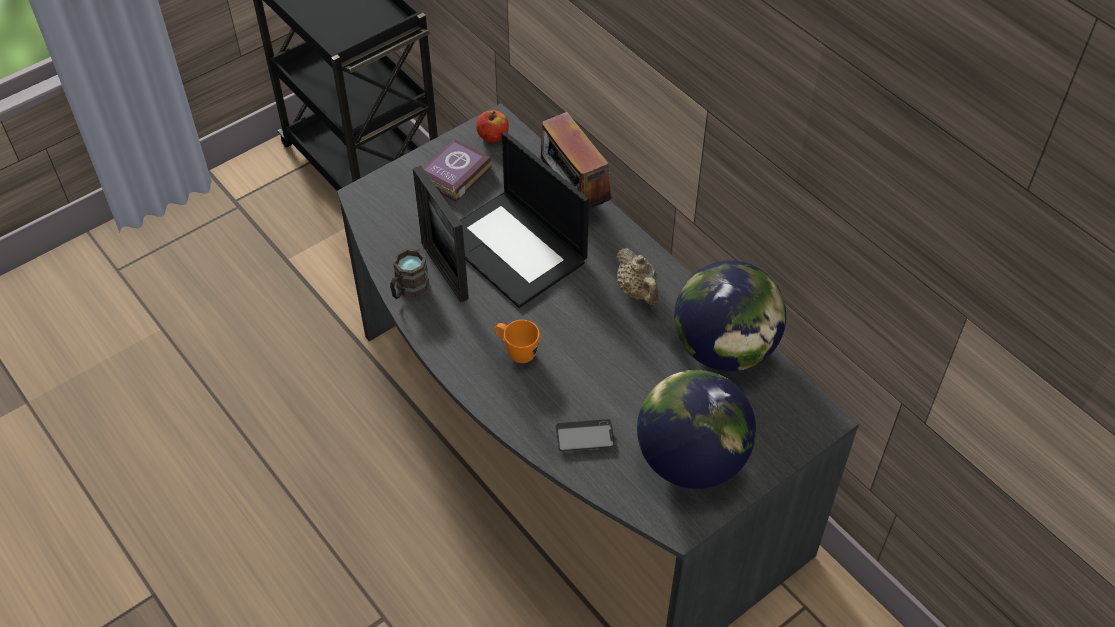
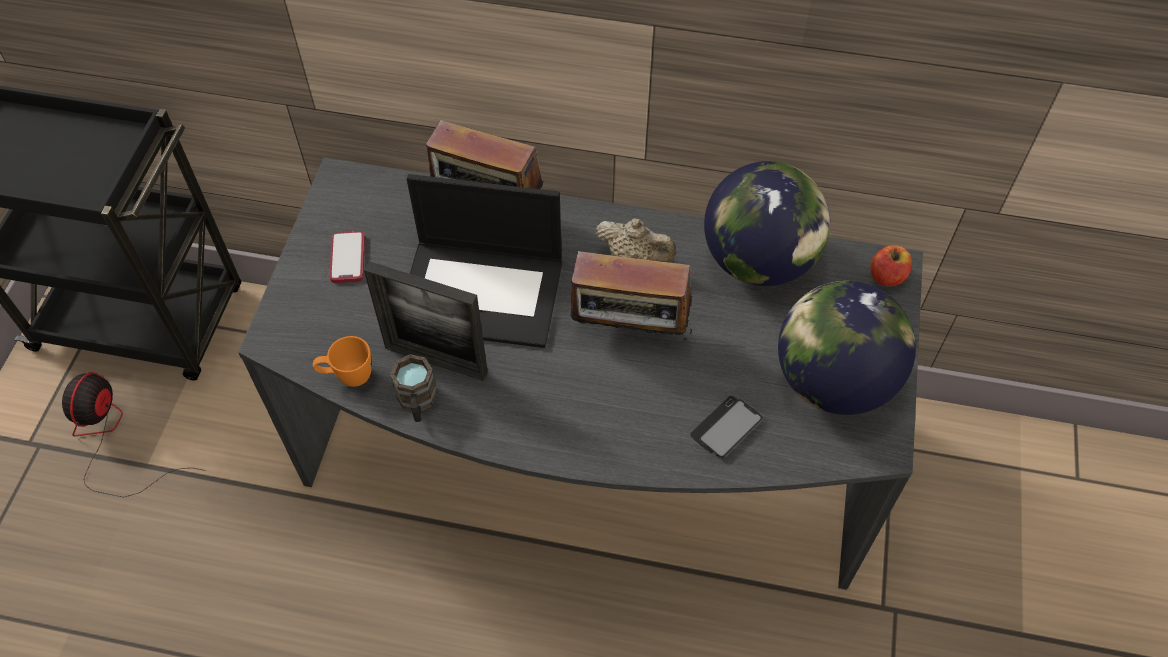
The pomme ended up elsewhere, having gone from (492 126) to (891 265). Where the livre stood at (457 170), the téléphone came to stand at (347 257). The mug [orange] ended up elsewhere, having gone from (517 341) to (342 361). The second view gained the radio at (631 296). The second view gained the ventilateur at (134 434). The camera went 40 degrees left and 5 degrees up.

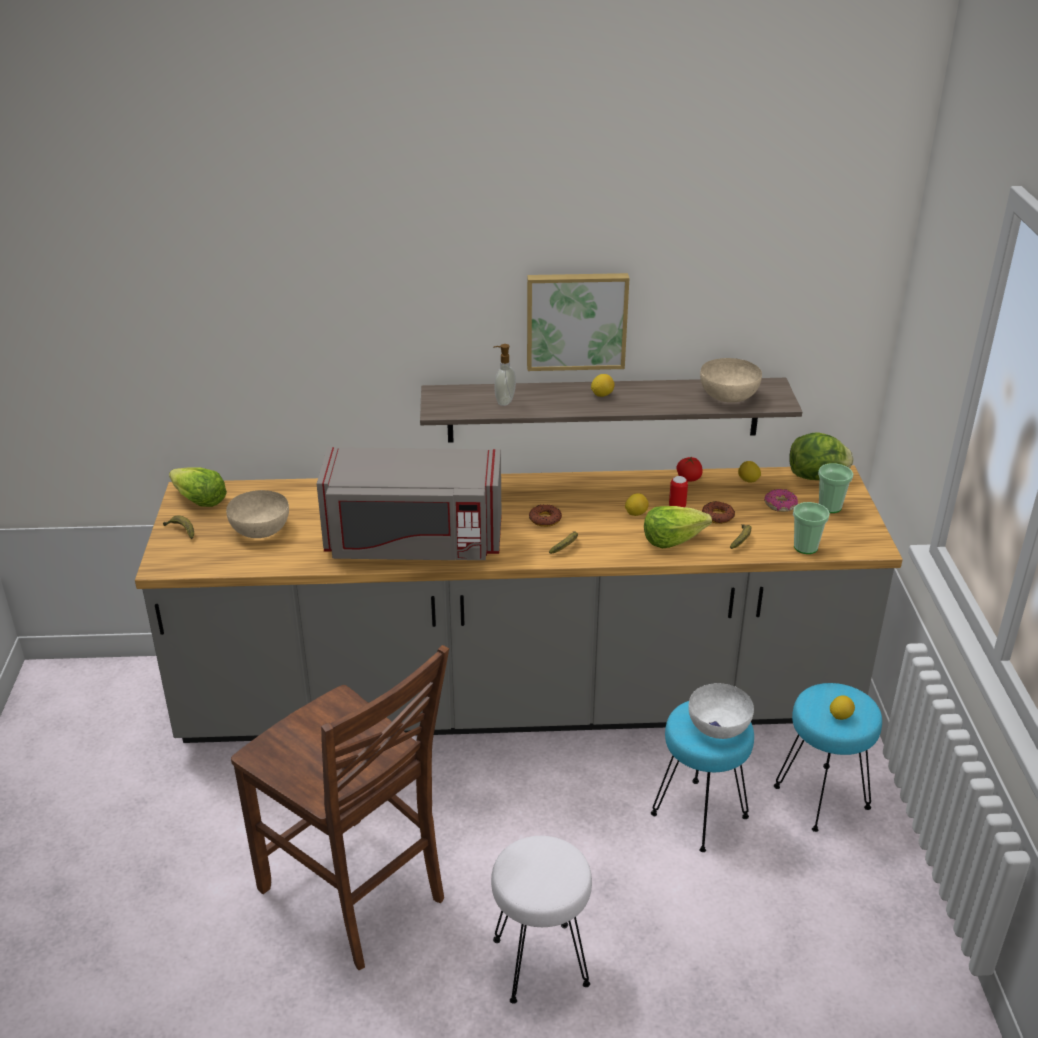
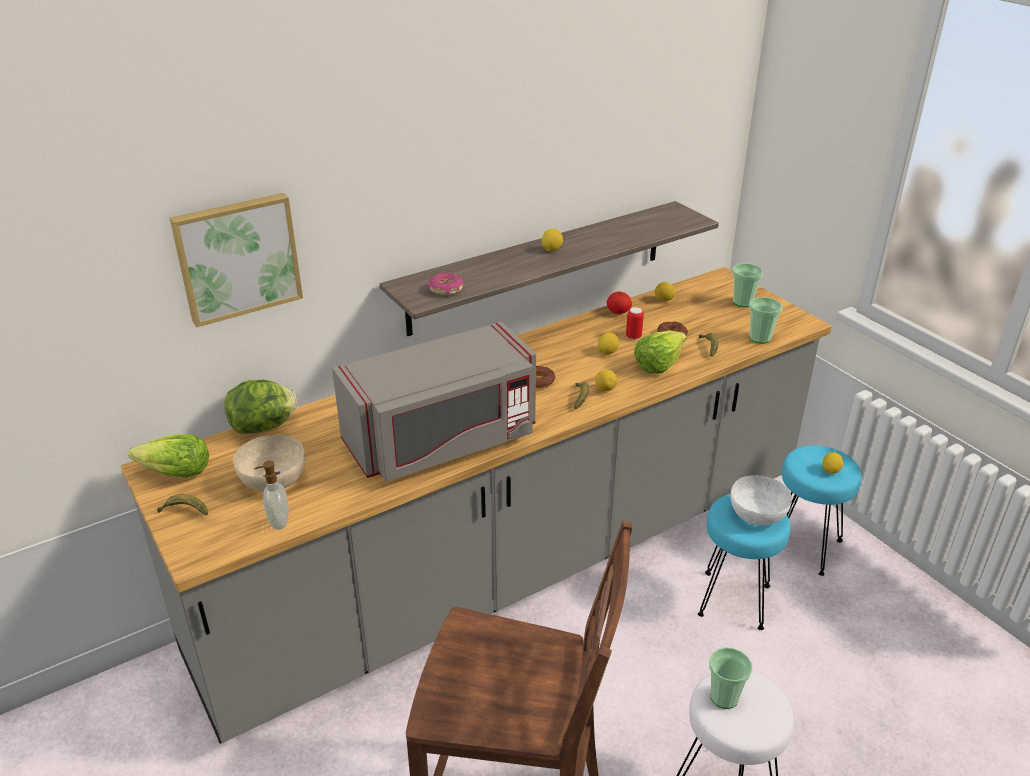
The tableau ended up elsewhere, having gone from (578 322) to (236 260). The distributeur de savon ended up elsewhere, having gone from (504 375) to (271 495). The second view lost the bol [beige] at (731 380). The laitue ended up elsewhere, having gone from (821 456) to (260 407). The beignet ended up elsewhere, having gone from (781 500) to (446 283). The second view gained the citron at (606 380). The second view gained the tasse at (730 678). The camera went 30 degrees left and 0 degrees up.

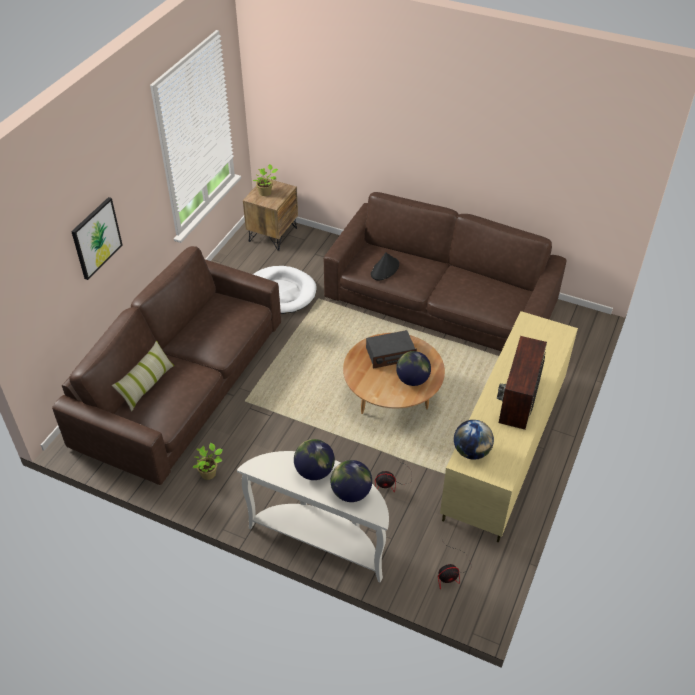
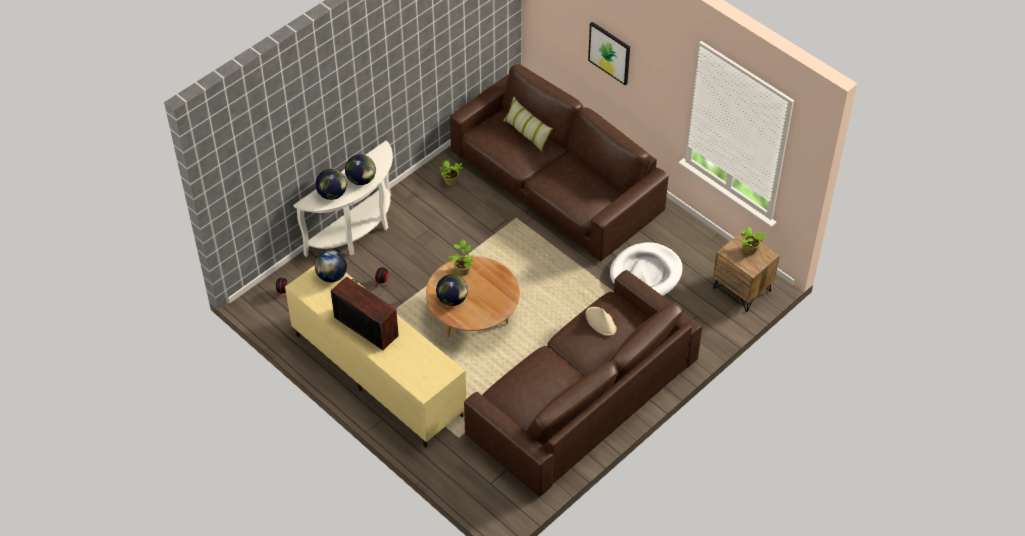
What was the chapeau [noir] at (385 266) turned into the chapeau [beige] at (601 321). The second view lost the radio at (391 349). The second view gained the plante en pot at (461 257). The camera went 110 degrees right and 5 degrees up.

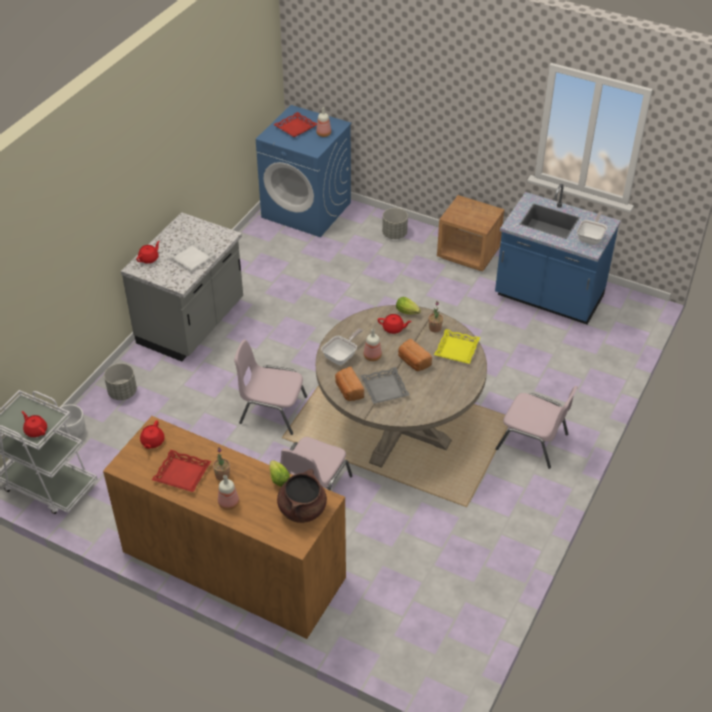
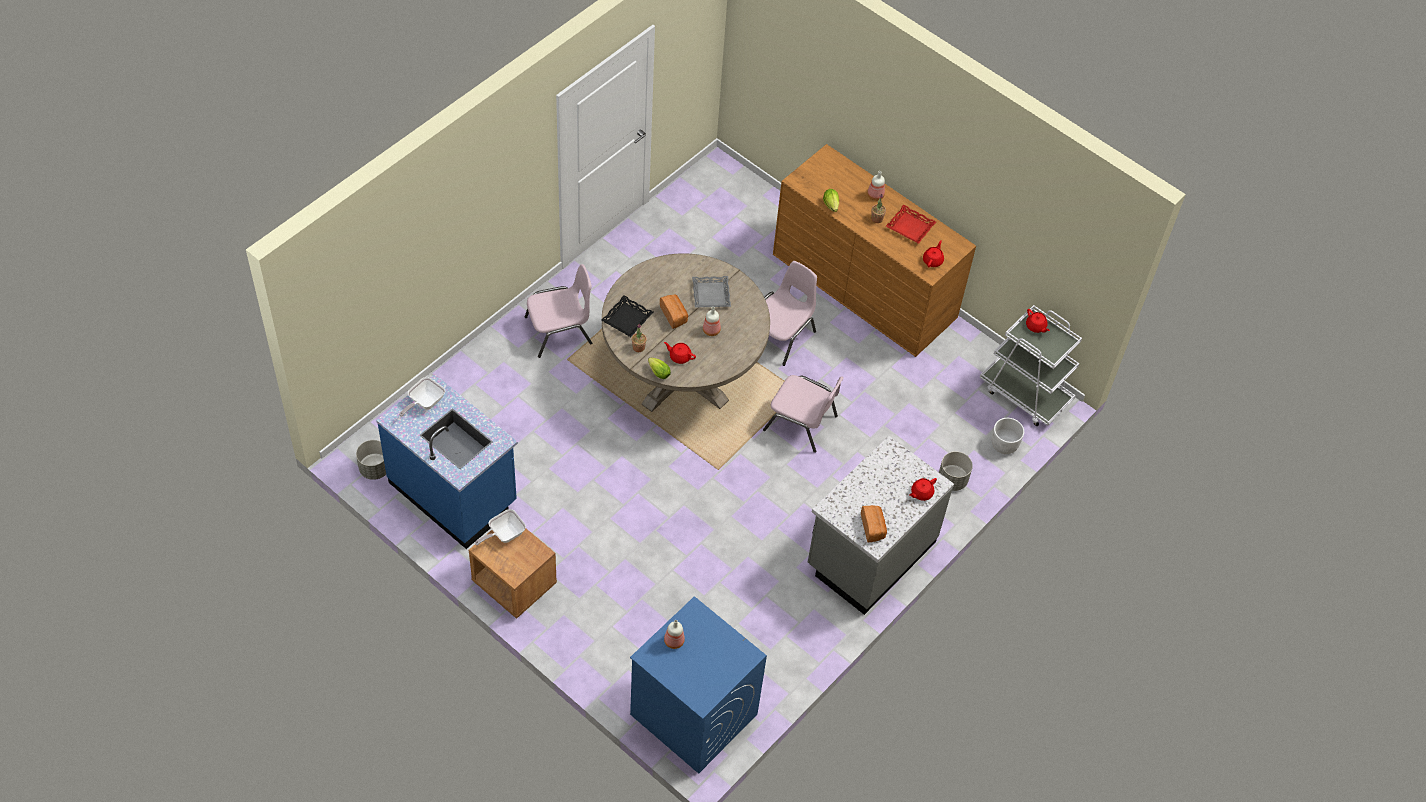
The second view lost the plateau [rouge] at (295 124). The cache-pot [gris] ended up elsewhere, having gone from (395 223) to (371 460). The second view lost the plateau [blanc] at (191 254). The poêle ended up elsewhere, having gone from (342 346) to (500 527). What was the plateau [jaune] at (457 346) turned into the plateau [noir] at (627 316). The pain ended up elsewhere, having gone from (349 384) to (874 523). The chaise [rose] at (536 427) ended up facing another way, 120 degrees clockwise from before. The second view lost the marmite [marron] at (302 496). The camera went 170 degrees left and 10 degrees up.

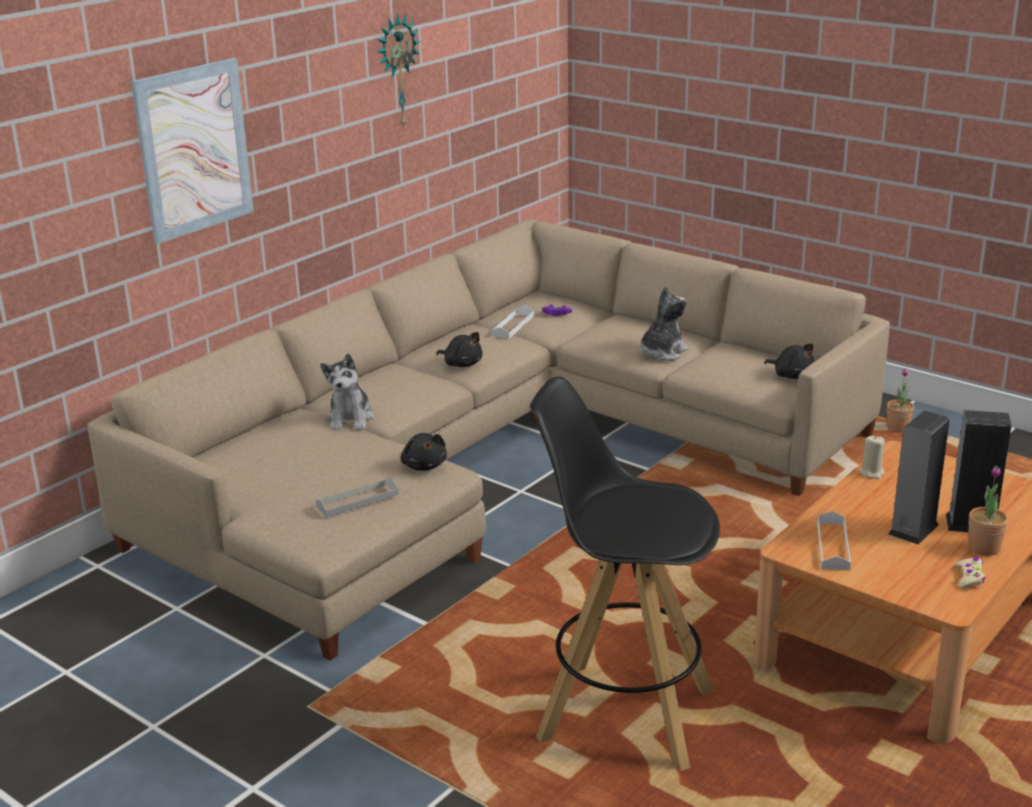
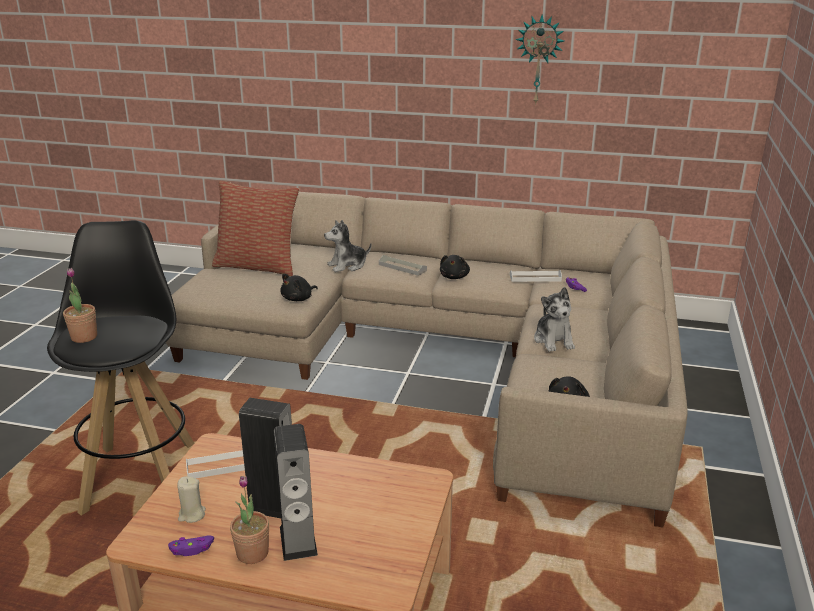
The second view lost the tableau at (192 151). The peluche at (664 323) ended up facing another way, 60 degrees clockwise from before. The plante en pot ended up elsewhere, having gone from (900 400) to (80 305). The bougie [beige] ended up elsewhere, having gone from (872 457) to (191 499). The plateau [gris] ended up elsewhere, having gone from (357 497) to (403 265). What was the manette [beige] at (970 573) turned into the manette [violet] at (191 545). The second view gained the coussin at (255 228). The camera went 65 degrees right and 0 degrees up.

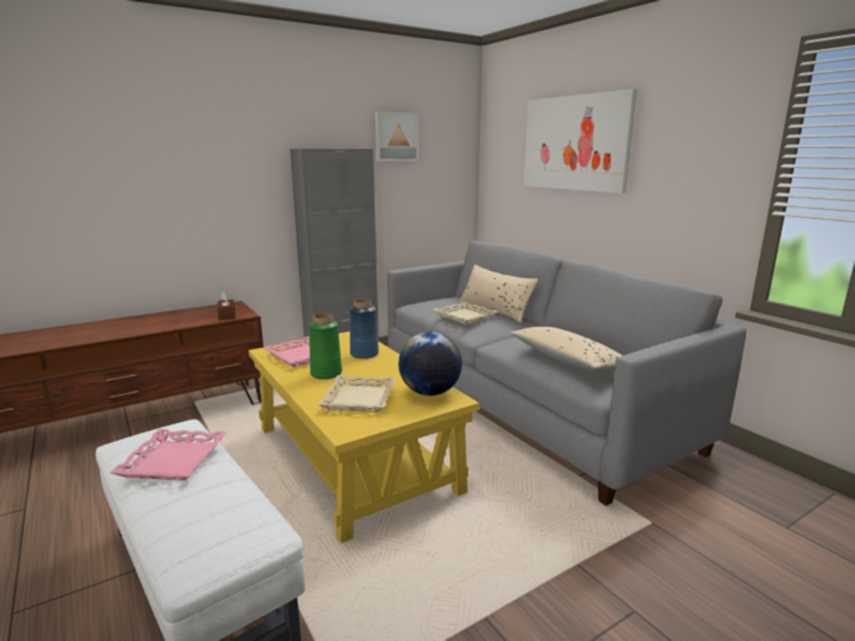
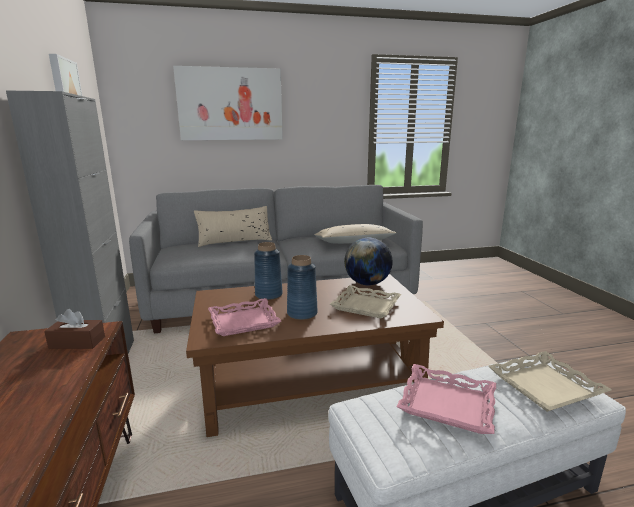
The plateau [beige] ended up elsewhere, having gone from (465 313) to (550 381). What was the vase [vert] at (325 346) turned into the vase [bleu] at (302 287). What was the table basse [jaune] at (364 437) turned into the table basse [marron] at (315 355). The camera went 70 degrees left and 0 degrees up.

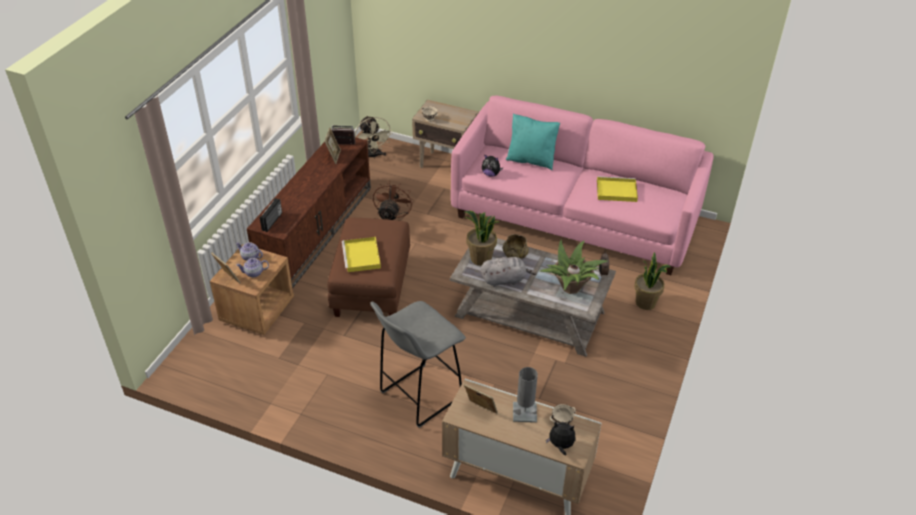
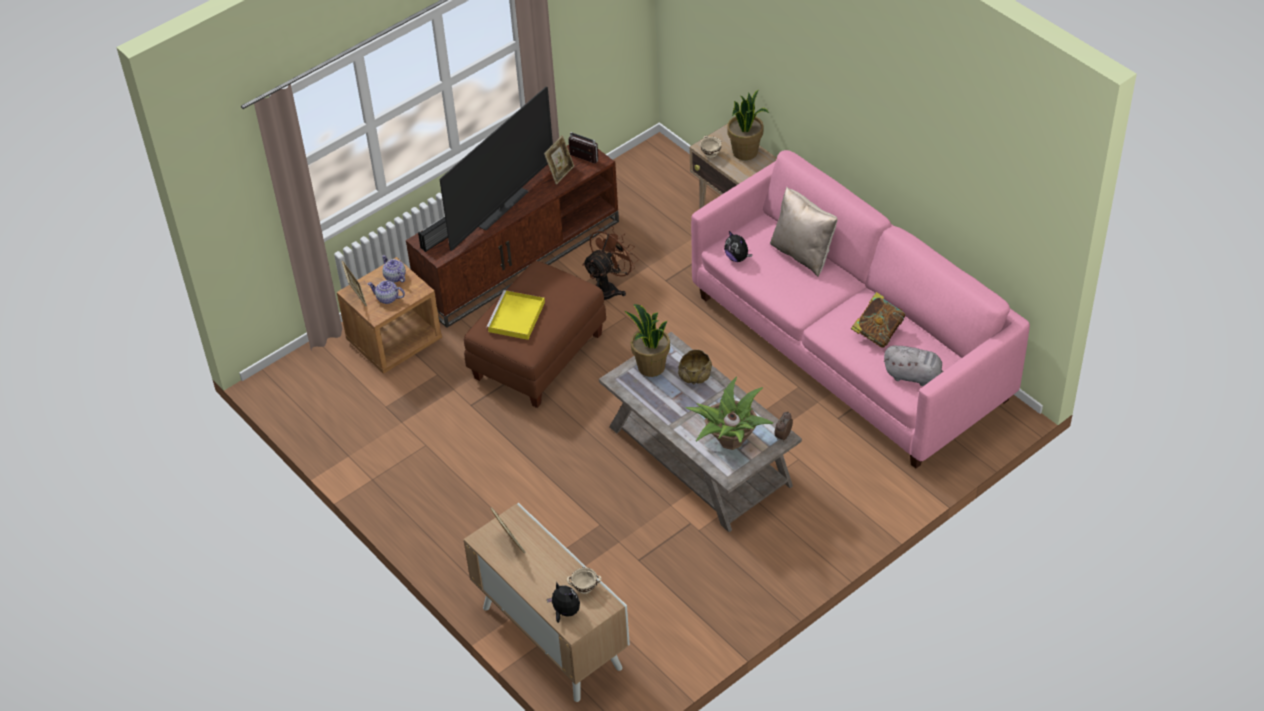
What was the coussin [turquoise] at (533 142) turned into the coussin [beige] at (804 232). The second view lost the ventilateur [beige] at (373 137). Where the plateau [jaune] stood at (617 189), the livre came to stand at (878 320). The plante en pot ended up elsewhere, having gone from (652 281) to (748 125). The peluche [gris] ended up elsewhere, having gone from (508 272) to (913 365). The second view lost the tabouret [gris] at (418 364). The second view lost the lampe de table [gris] at (525 395). The second view gained the téléviseur at (496 169). The camera went 30 degrees right and 5 degrees up.

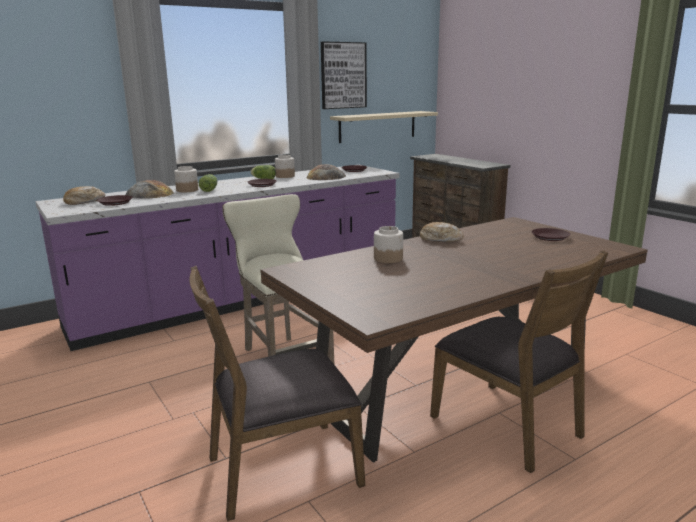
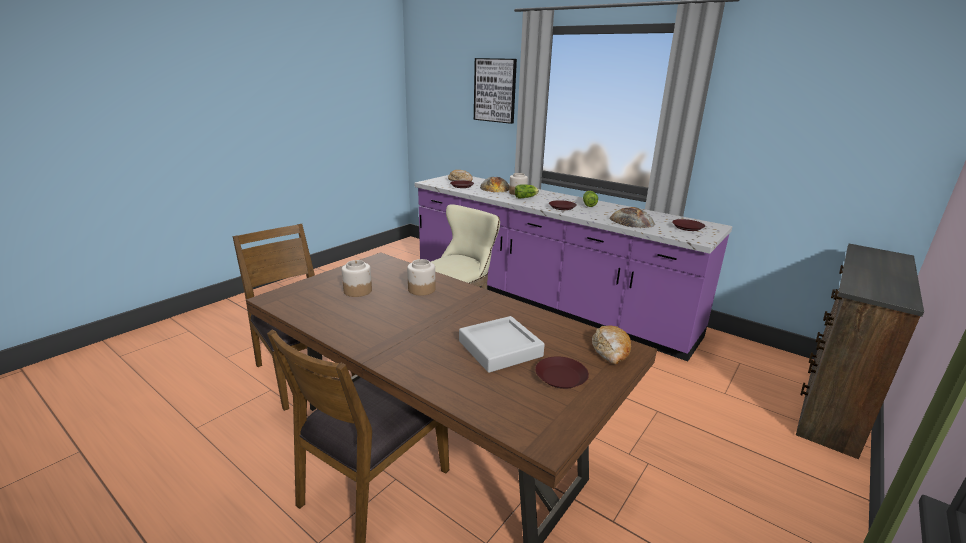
The tableau ended up elsewhere, having gone from (344 75) to (495 91). The second view lost the étagère [beige] at (384 127). The bocal ended up elsewhere, having gone from (285 166) to (357 278). The pain ended up elsewhere, having gone from (442 232) to (611 345). The second view gained the plateau [gris] at (502 344). The camera went 70 degrees right and 5 degrees up.

